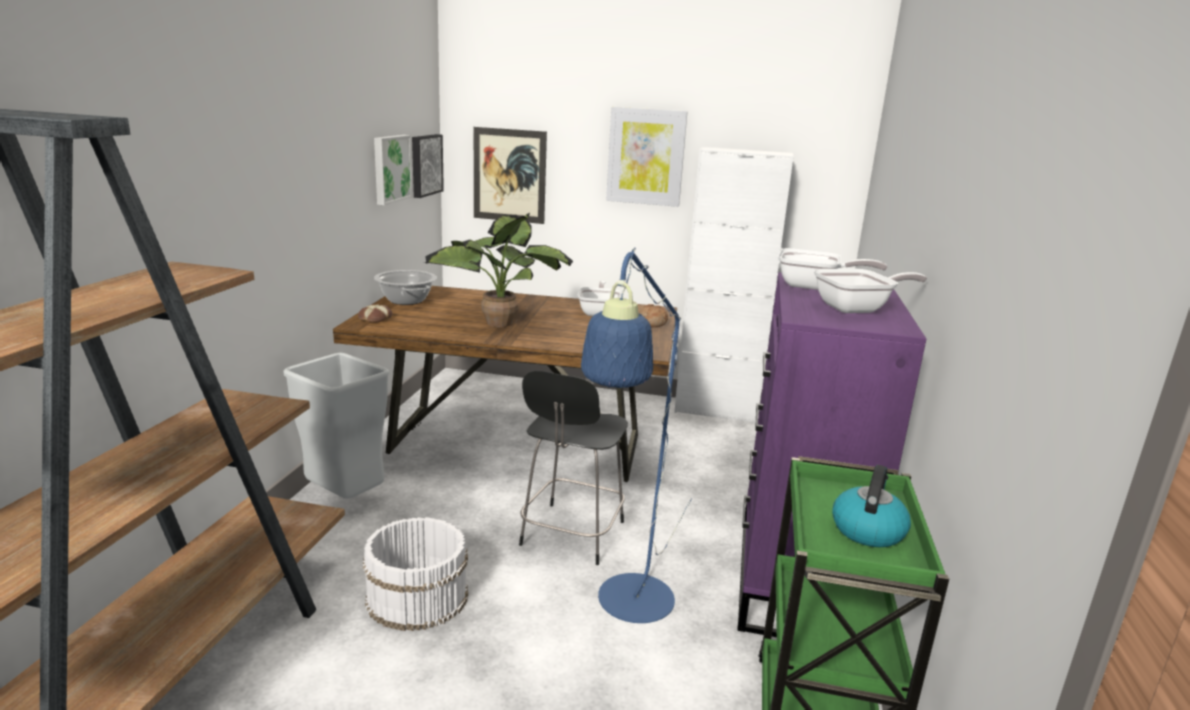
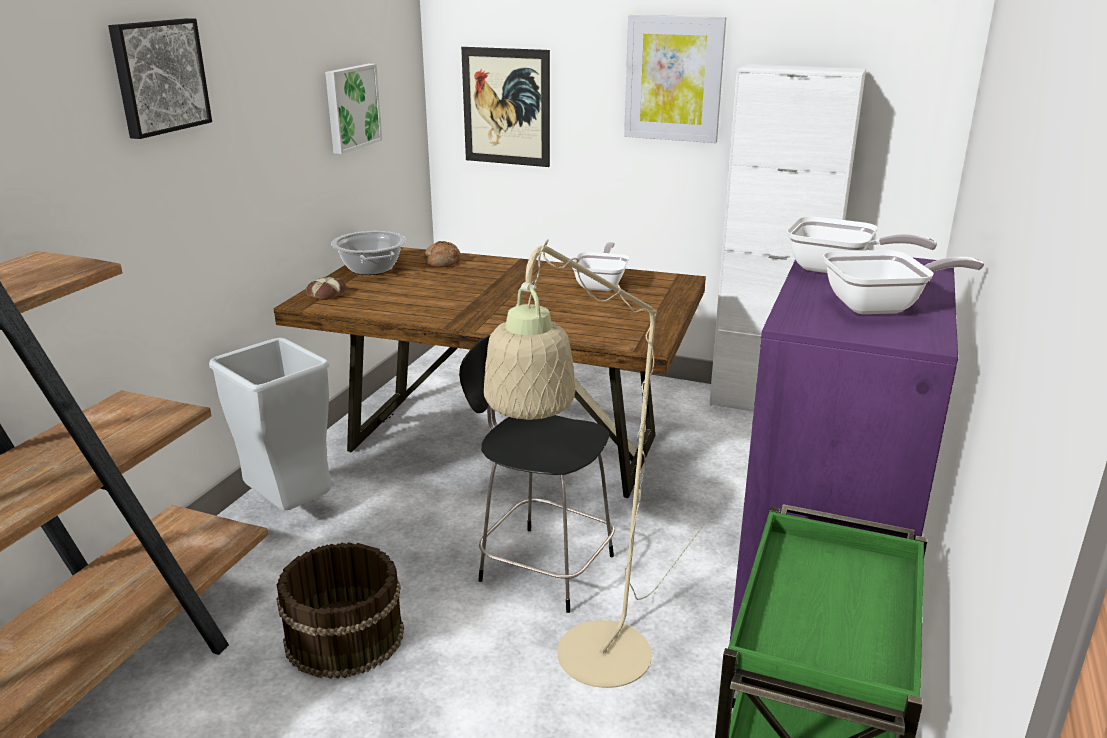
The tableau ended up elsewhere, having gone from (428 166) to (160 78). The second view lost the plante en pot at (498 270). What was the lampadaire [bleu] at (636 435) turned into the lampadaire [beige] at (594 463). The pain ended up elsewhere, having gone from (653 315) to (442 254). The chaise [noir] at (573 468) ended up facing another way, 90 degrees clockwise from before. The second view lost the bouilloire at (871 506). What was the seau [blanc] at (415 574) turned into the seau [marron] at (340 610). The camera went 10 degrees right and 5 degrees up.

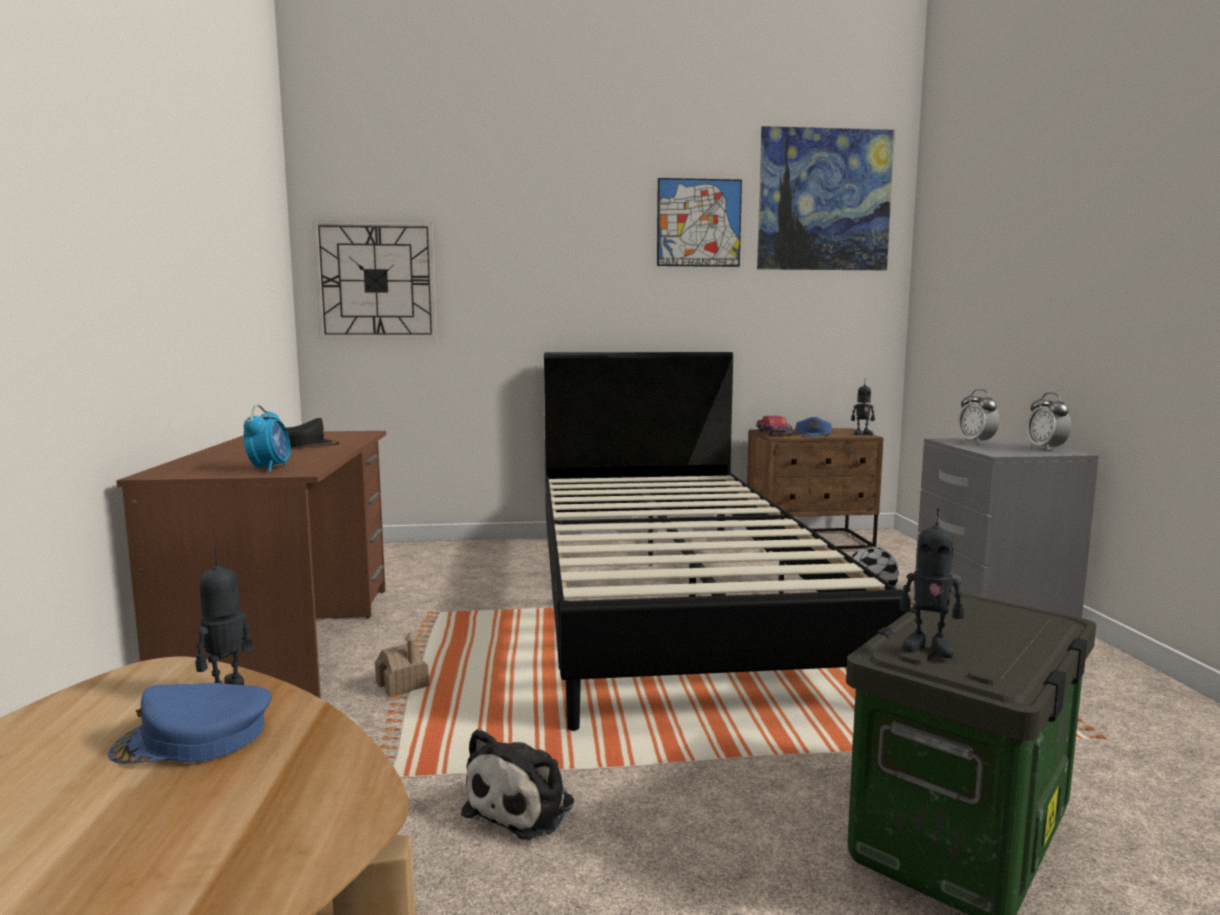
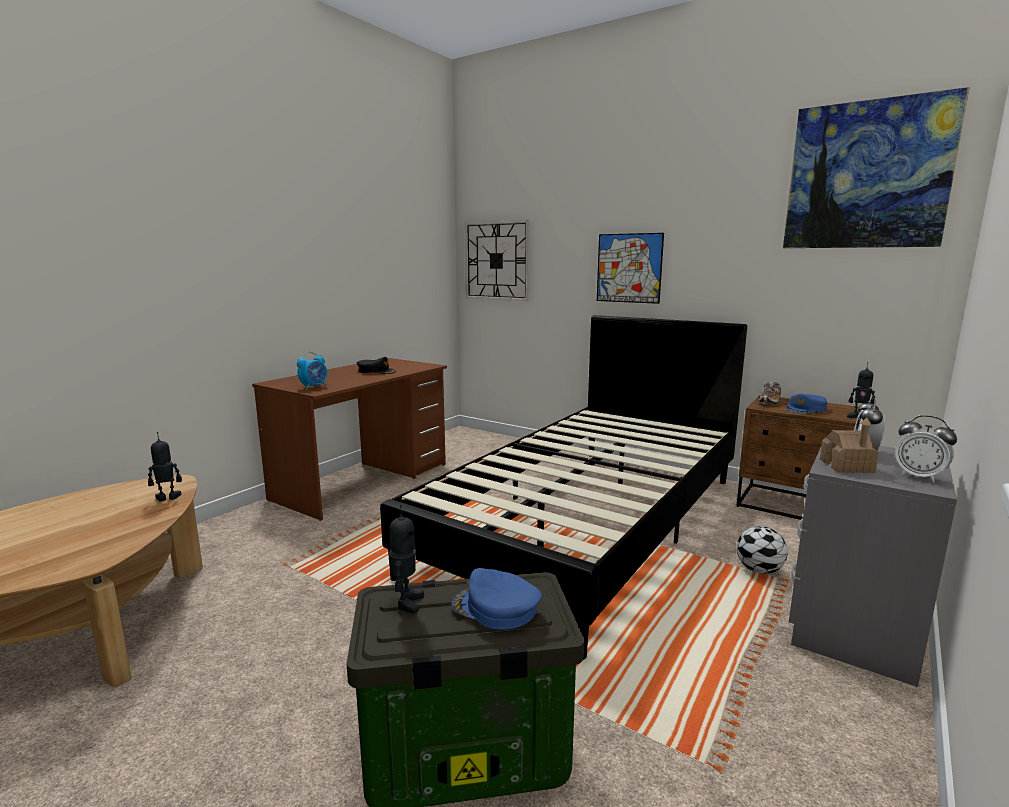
The tableau ended up elsewhere, having gone from (699 222) to (630 268). The réveil at (1048 421) ended up facing another way, 75 degrees counterclockwise from before. Where the petite voiture stood at (775 426), the chaussure came to stand at (770 393). The robot jouet at (931 583) ended up facing another way, 150 degrees counterclockwise from before. The maison miniature ended up elsewhere, having gone from (402 665) to (849 445). The casquette [bleu] ended up elsewhere, having gone from (190 723) to (496 599). The second view lost the peluche at (517 784). The camera went 40 degrees right and 5 degrees up.

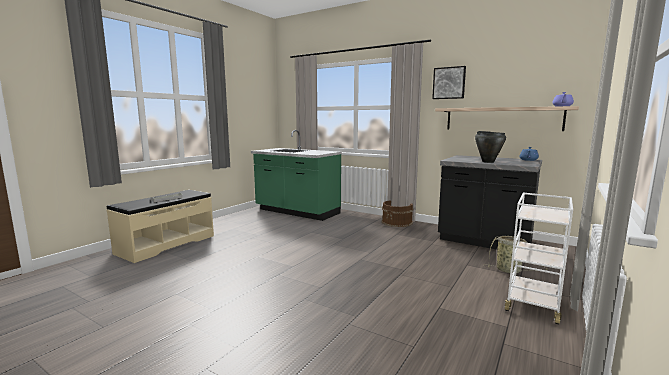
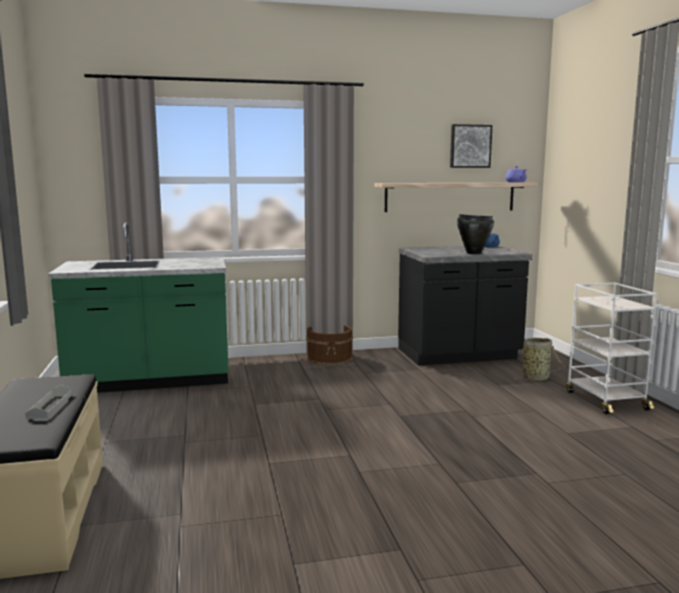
The tableau ended up elsewhere, having gone from (449 82) to (471 146). The camera went 45 degrees left and 0 degrees up.

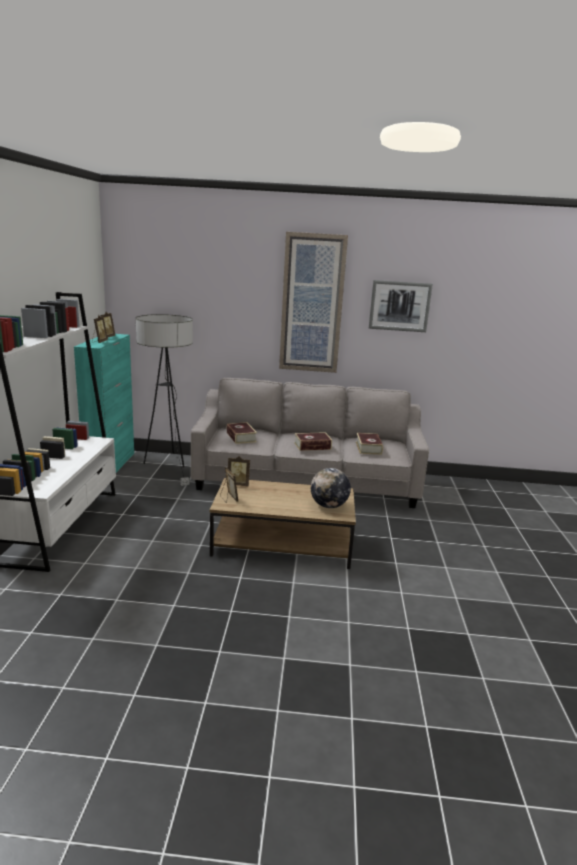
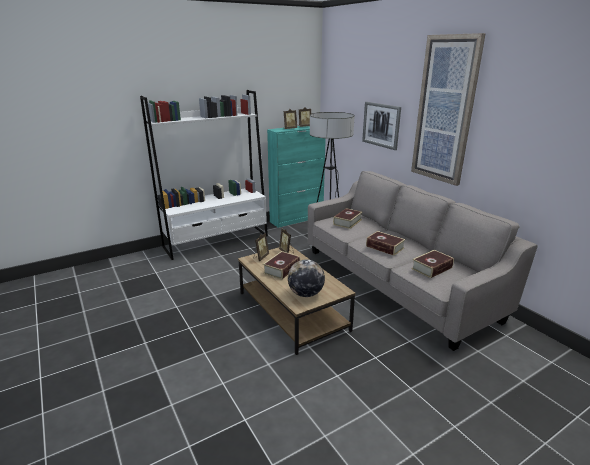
The tableau ended up elsewhere, having gone from (401 306) to (381 126). The second view gained the livre at (281 265). The camera went 55 degrees right and 5 degrees up.

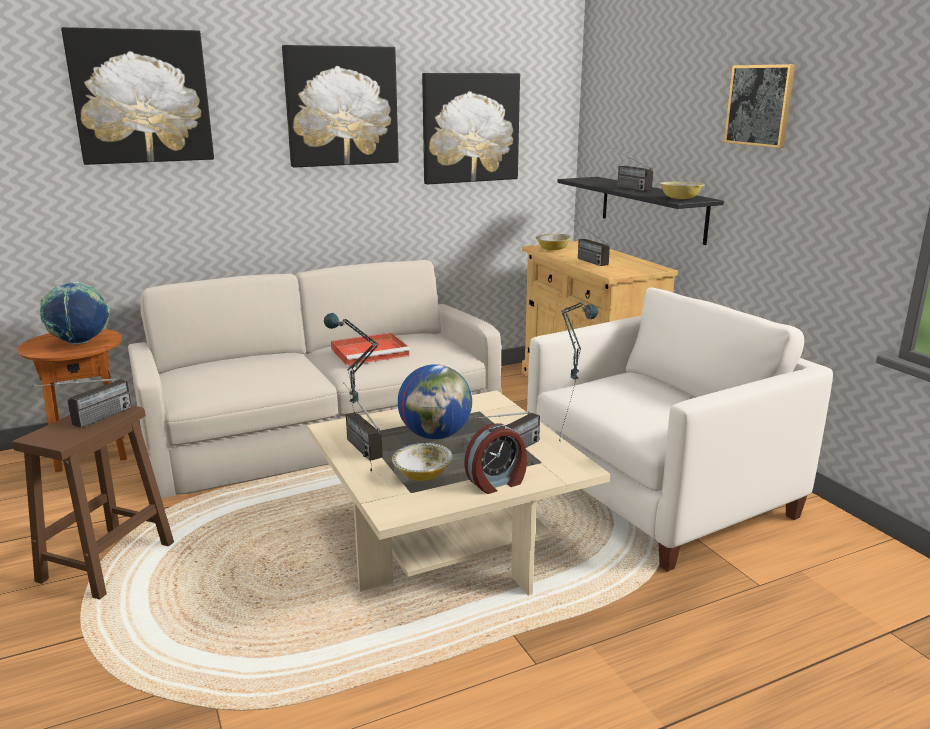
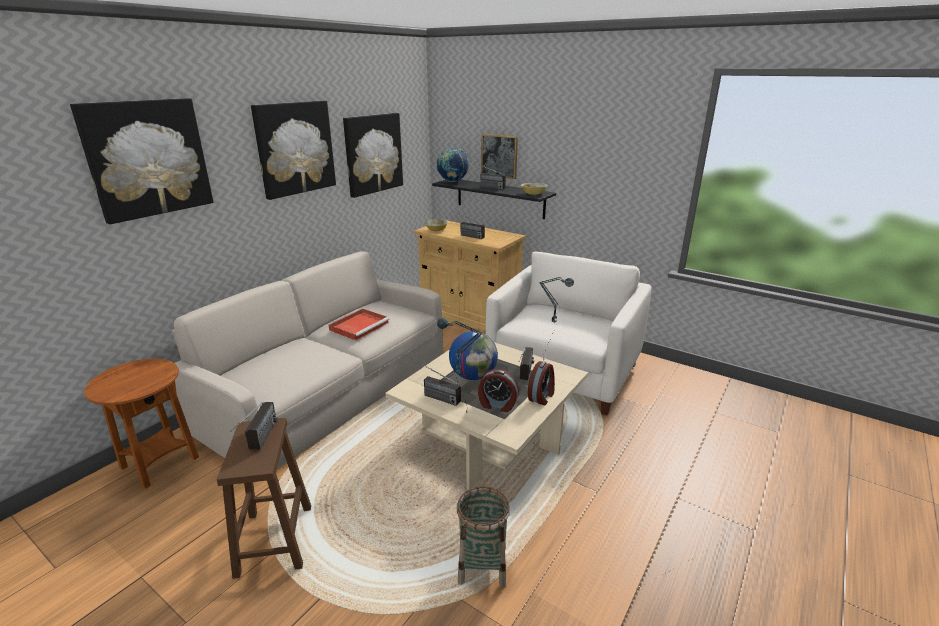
The tableau ended up elsewhere, having gone from (759 106) to (499 156). The globe ended up elsewhere, having gone from (75 313) to (452 165). Where the bol stood at (422 462), the réveil came to stand at (498 390). The second view gained the panier at (483 536). The camera went 30 degrees left and 5 degrees up.

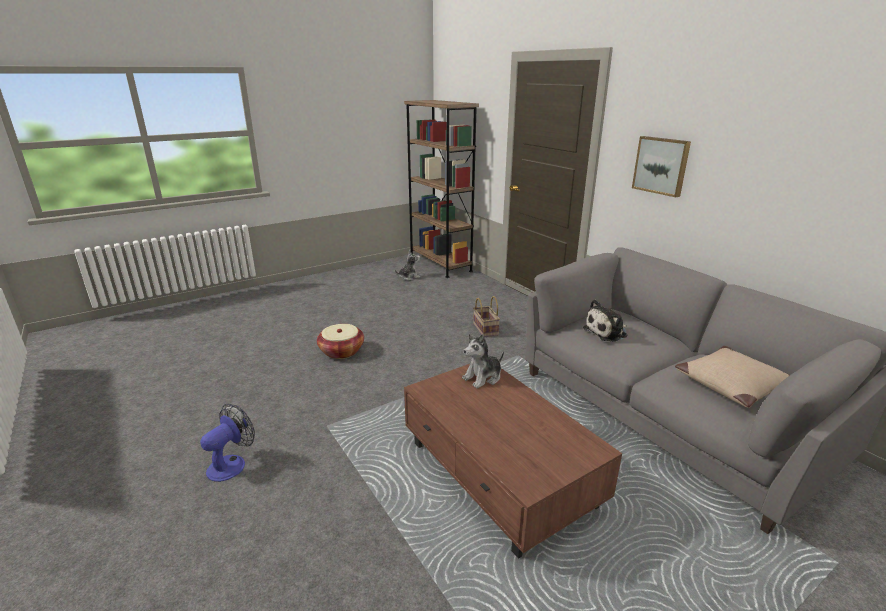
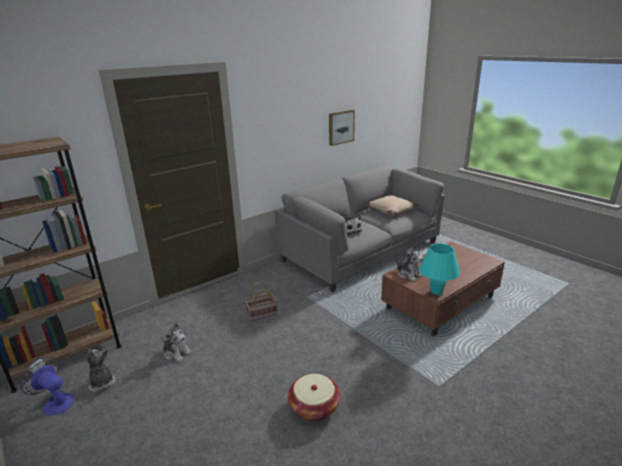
The tableau ended up elsewhere, having gone from (661 166) to (342 128). The ventilateur ended up elsewhere, having gone from (227 443) to (47 386). The second view gained the lampe de table [turquoise] at (439 269). The second view gained the peluche at (176 342). The camera went 95 degrees left and 0 degrees up.

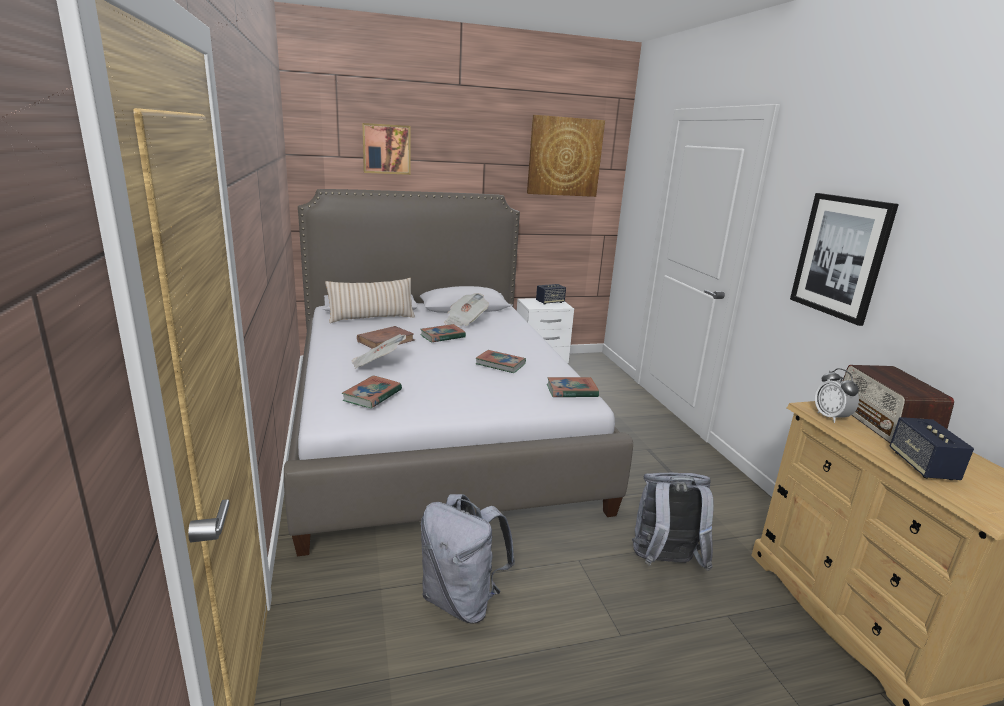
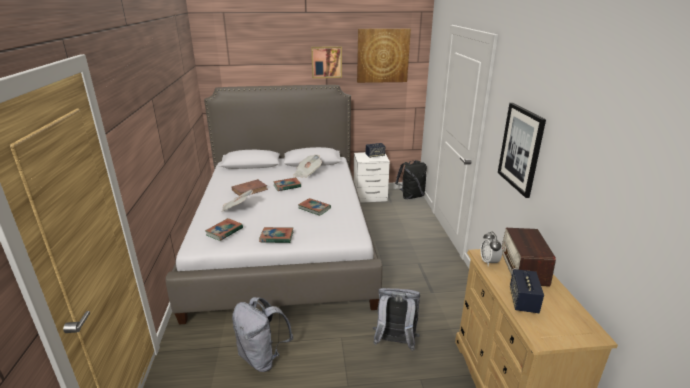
The tableau ended up elsewhere, having gone from (386 149) to (326 62). The second view lost the coussin [beige] at (370 300). The livre ended up elsewhere, having gone from (573 387) to (276 235). The second view gained the sac à dos [noir] at (411 179). The camera went 10 degrees right and 5 degrees up.

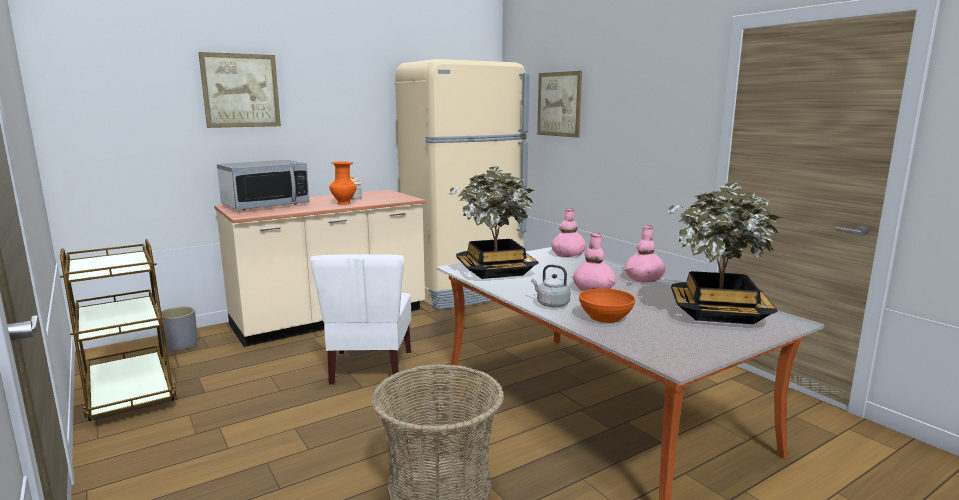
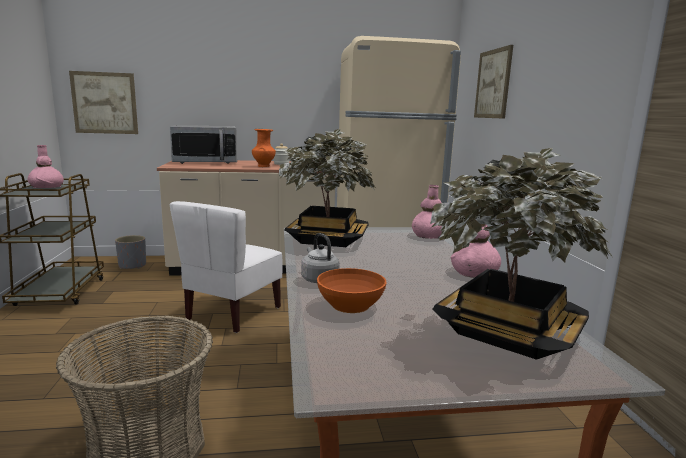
The tableau ended up elsewhere, having gone from (240 90) to (103 102). The vase [rose] ended up elsewhere, having gone from (594 262) to (46 166). The camera went 25 degrees right and 0 degrees up.

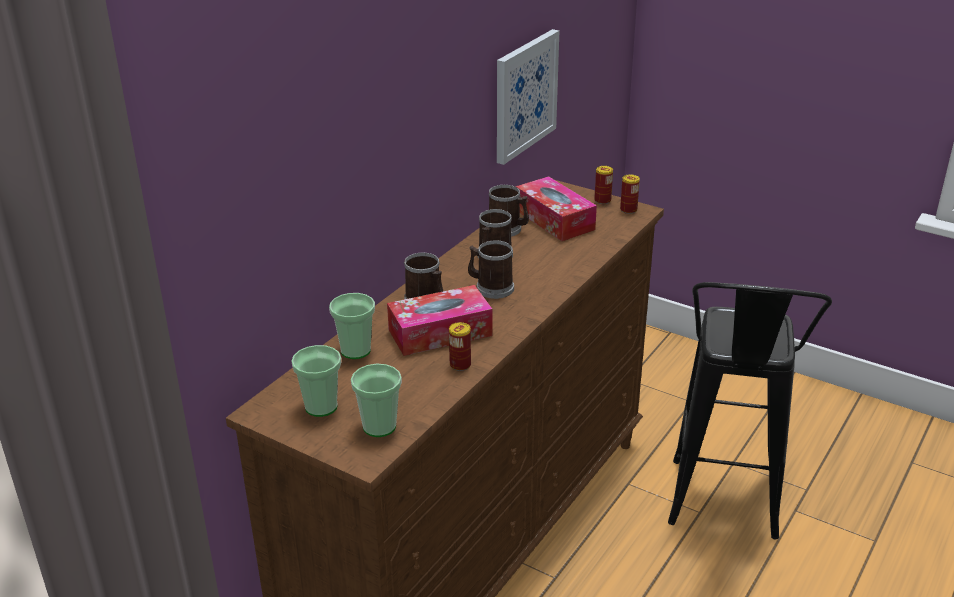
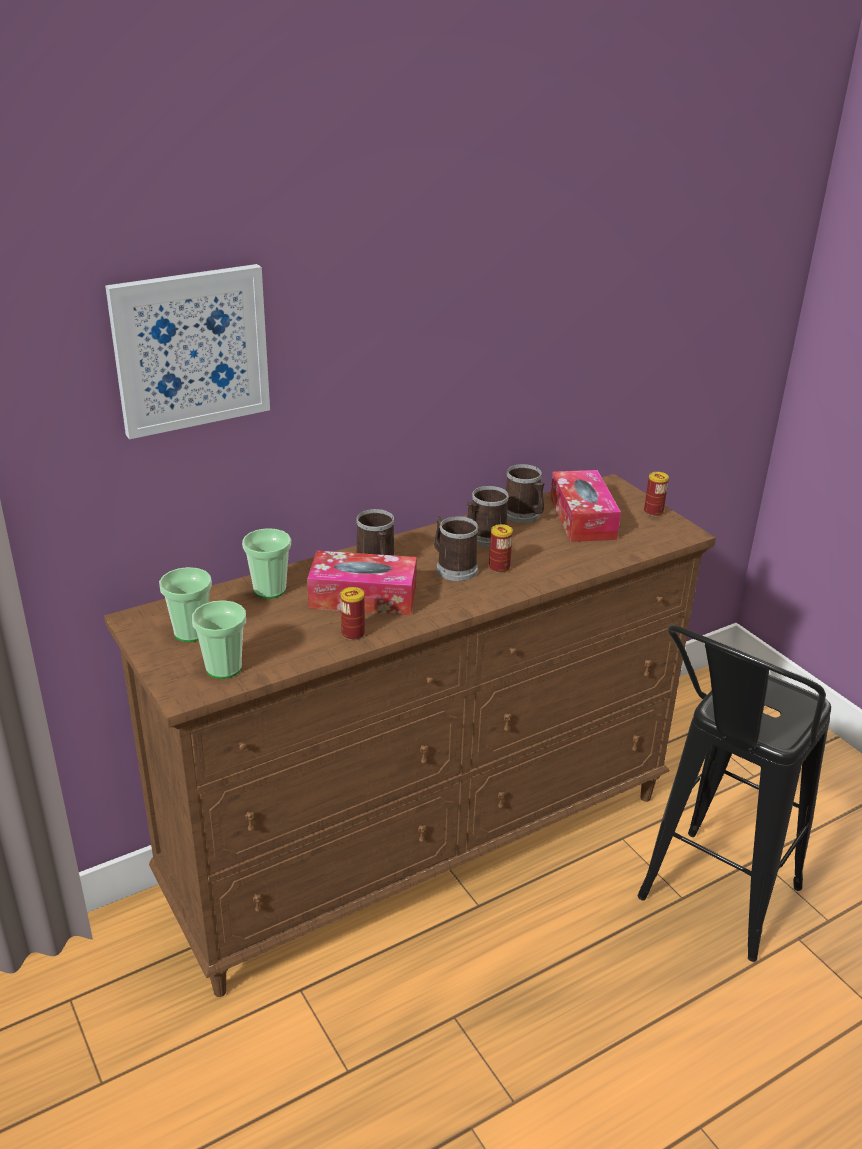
The tableau ended up elsewhere, having gone from (528 97) to (187 351). The boîte métallique ended up elsewhere, having gone from (630 194) to (501 548). The camera went 25 degrees right and 0 degrees up.

